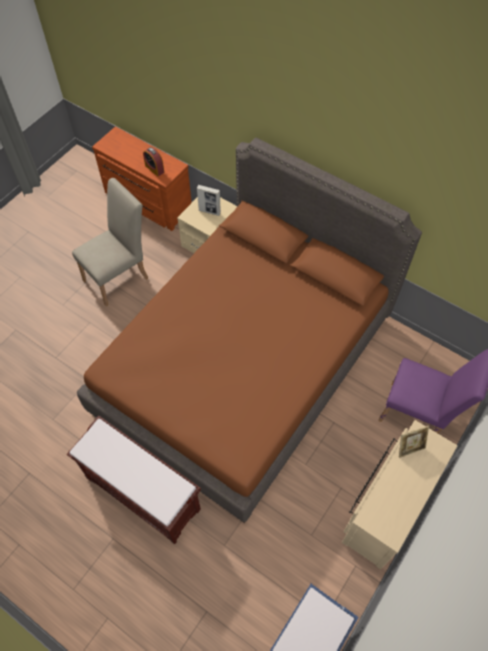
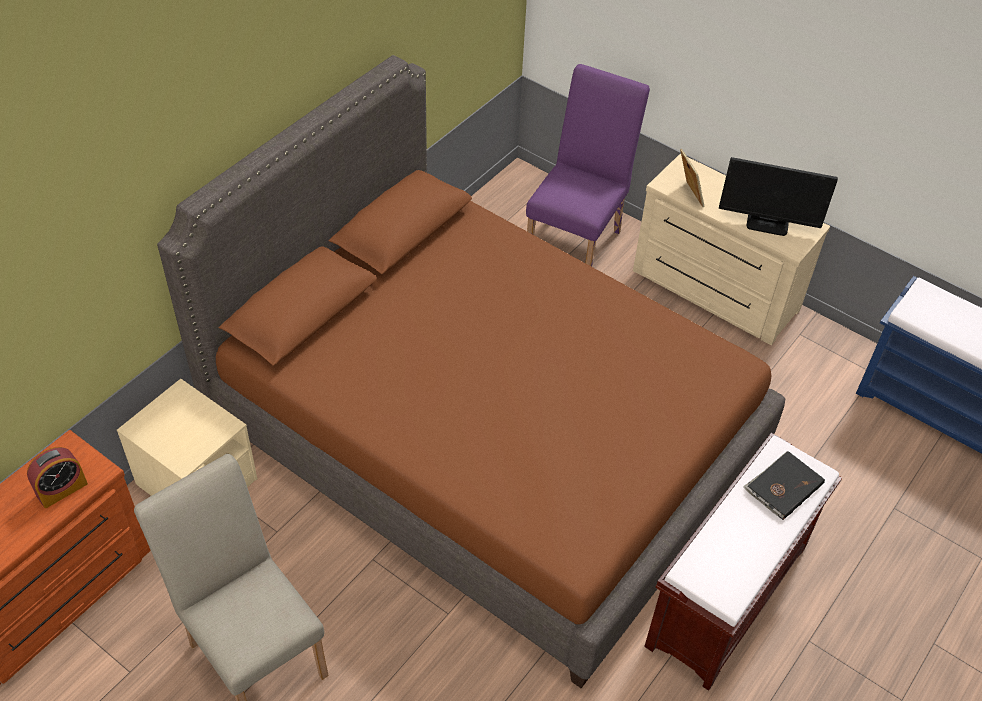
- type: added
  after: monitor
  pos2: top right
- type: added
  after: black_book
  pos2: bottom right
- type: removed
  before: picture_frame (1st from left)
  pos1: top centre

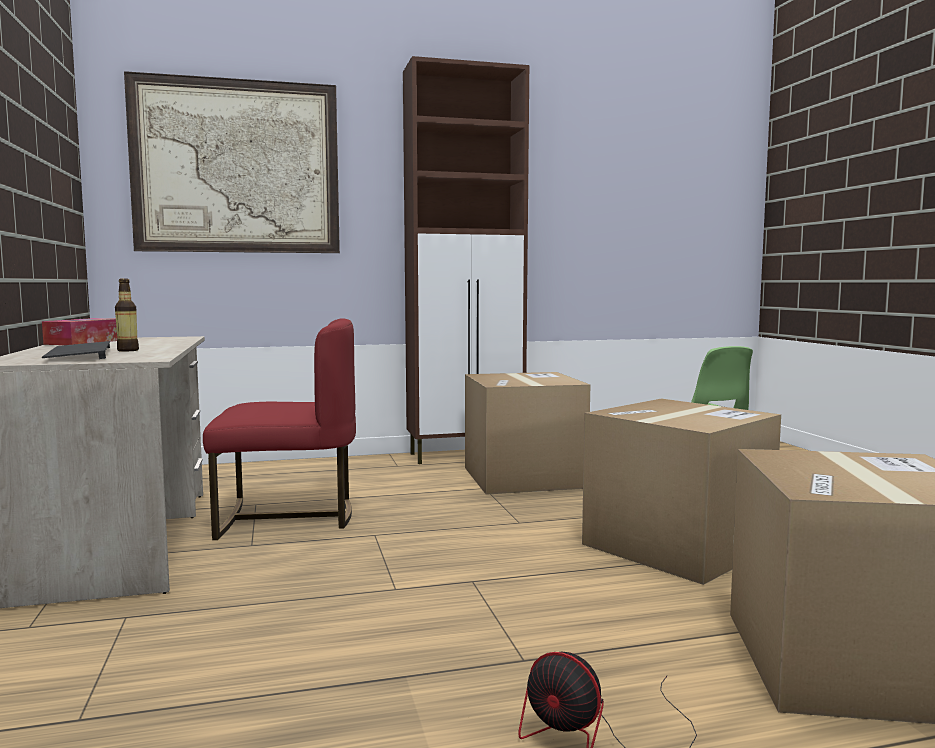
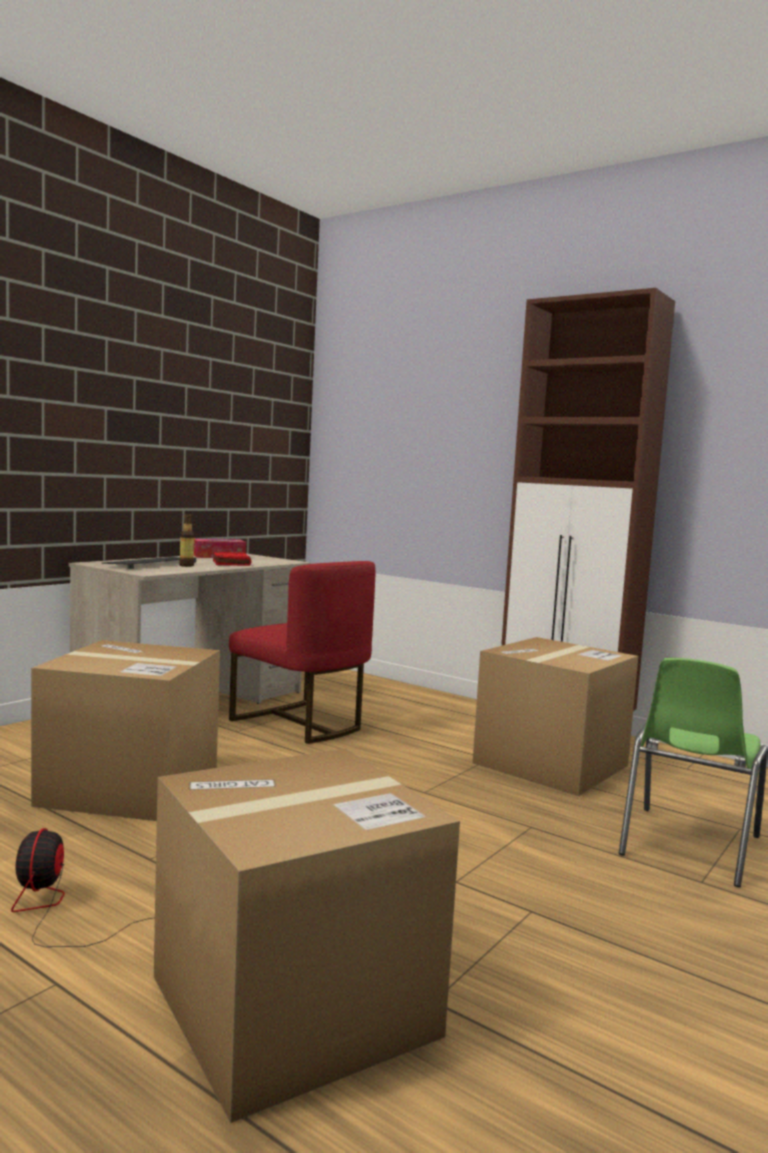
- type: moved
  before: cardboard_box (2nd from left in the first image)
  after: cardboard_box (1st from left)
  pos1: middle right
  pos2: middle left
- type: added
  after: red_book
  pos2: middle left
- type: removed
  before: picture
  pos1: top left

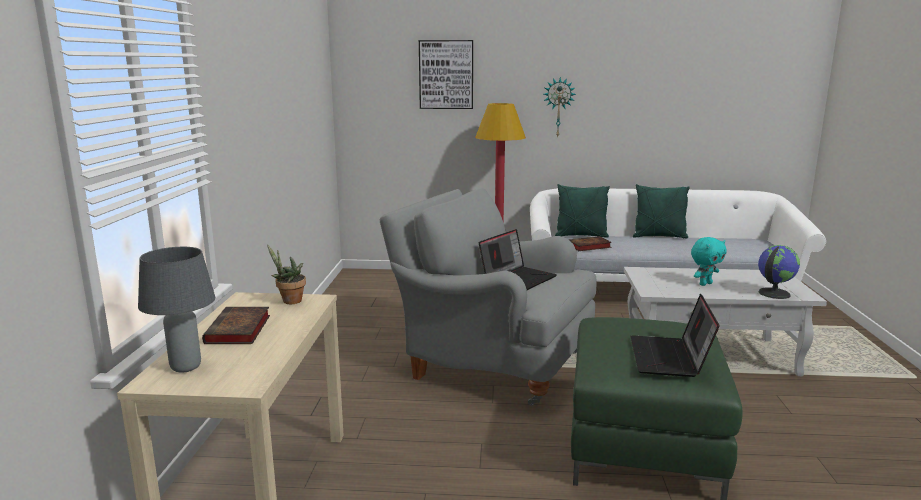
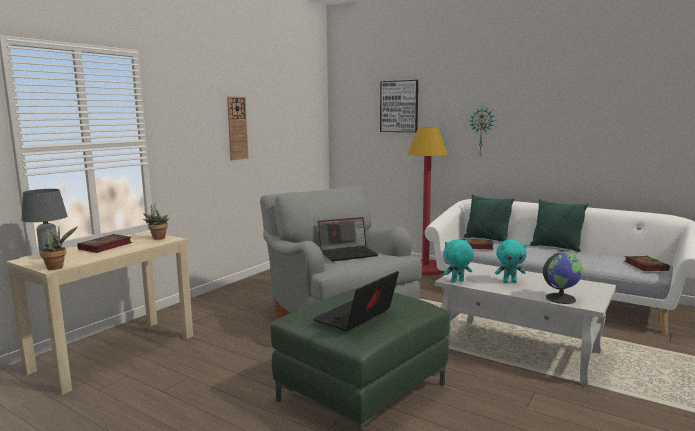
- type: added
  after: potted_plant (1st from left)
  pos2: middle left
- type: added
  after: wall_clock (1st from left)
  pos2: top centre
- type: added
  after: turquoise_plush_toy (1st from left)
  pos2: centre
- type: added
  after: book (3rd from left)
  pos2: middle right

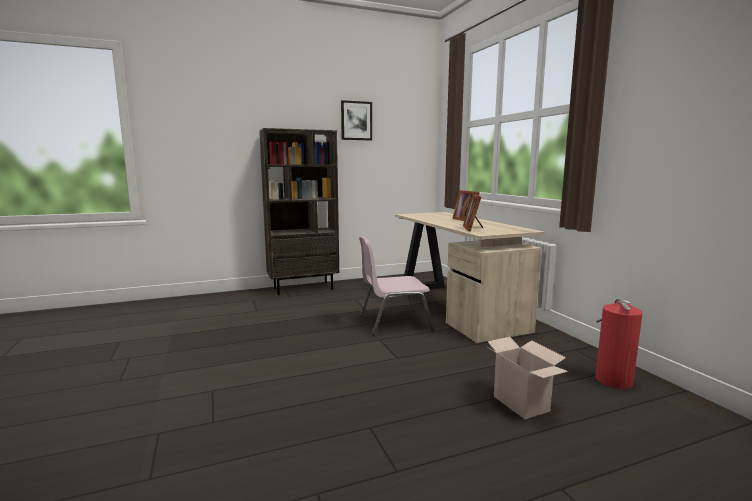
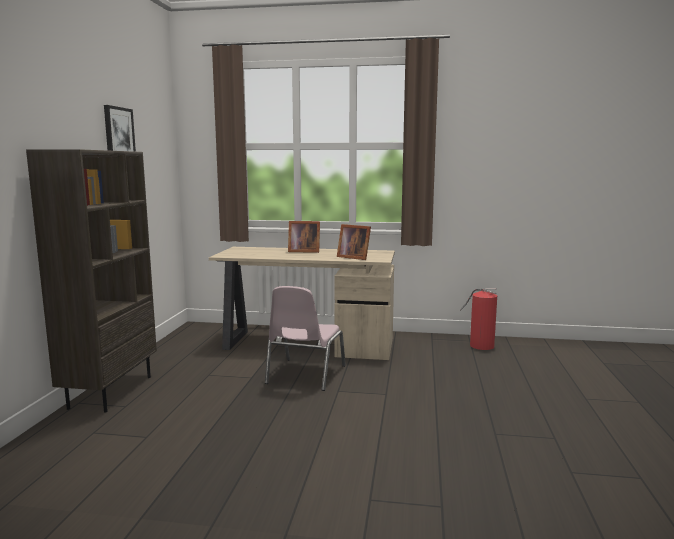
- type: removed
  before: cardboard_box
  pos1: bottom right

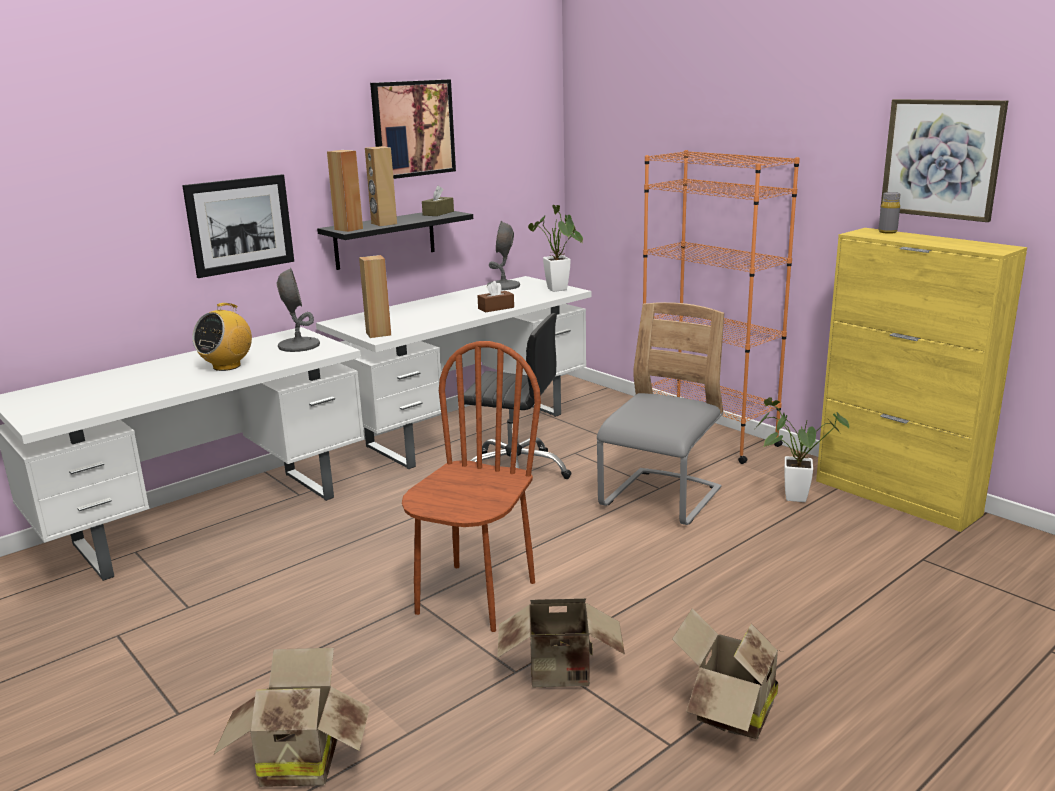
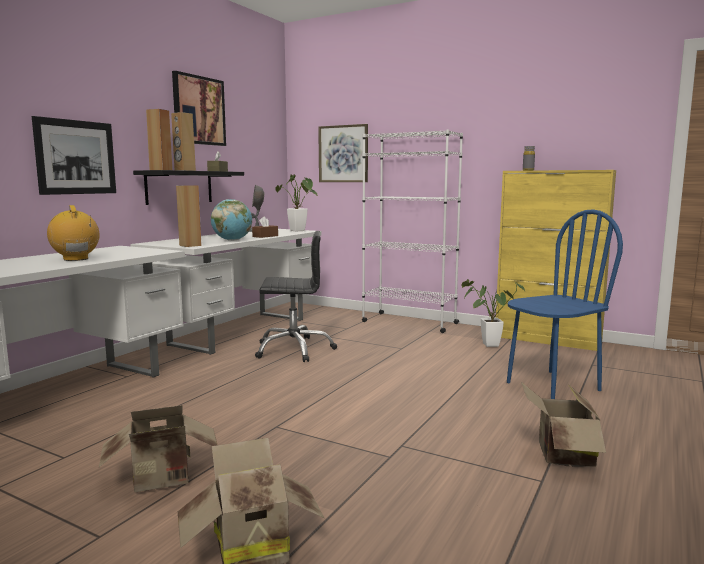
- type: turned
  before: radio
  pos1: middle left
  pos2: middle left
  turn: 135
- type: moved
  before: cardboard_box (2nd from left in the first image)
  after: cardboard_box (1st from left)
  pos1: bottom centre
  pos2: bottom left
- type: added
  after: globe
  pos2: middle left
- type: moved
  before: picture (3rd from left)
  pos1: top right
  pos2: top centre
- type: recoloured
  before: orange_bookcase
  after: white_bookcase
  pos1: middle right
  pos2: centre
- type: added
  after: blue_chair
  pos2: middle right
- type: removed
  before: grey_table_lamp (1st from left)
  pos1: middle left
- type: removed
  before: brown_chair
  pos1: centre
- type: removed
  before: grey_chair
  pos1: centre

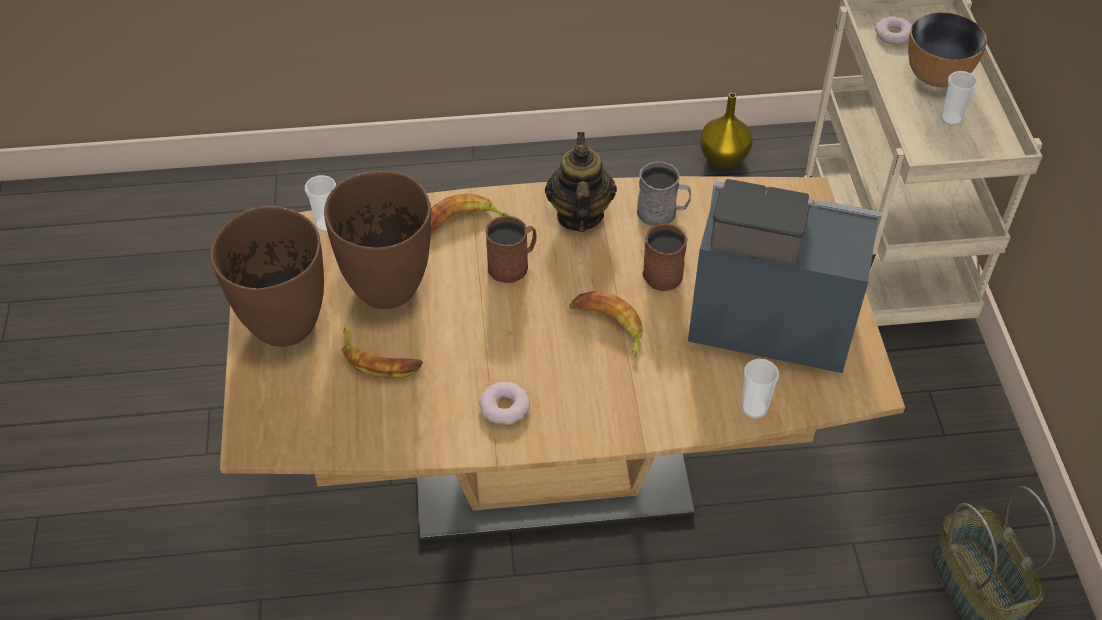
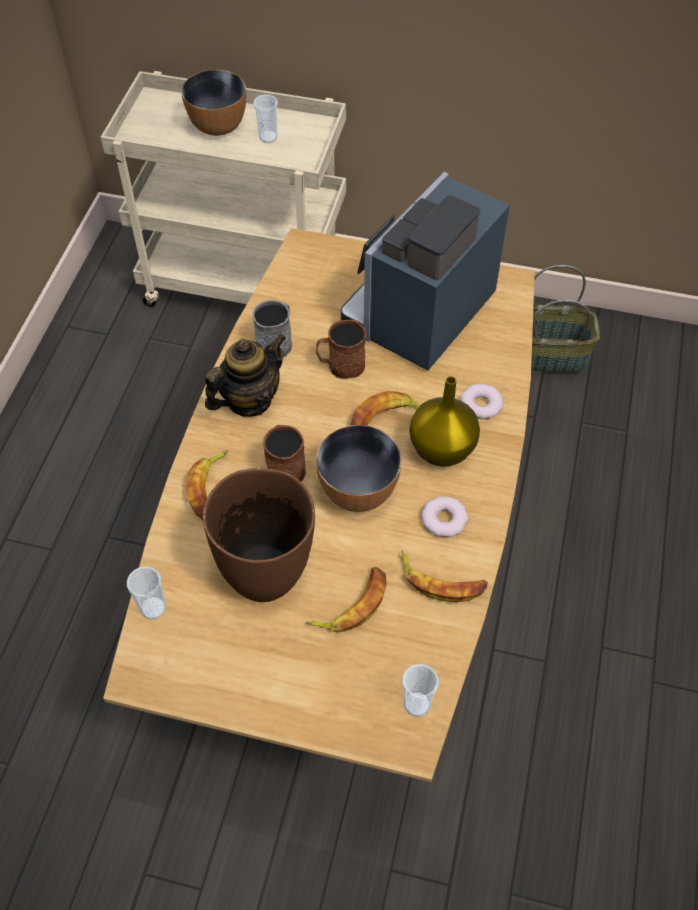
- type: turned
  before: teapot
  pos1: top centre
  pos2: centre
  turn: 120
- type: added
  after: bowl (2nd from left)
  pos2: centre
- type: added
  after: banana (4th from left)
  pos2: centre
- type: moved
  before: cup (2nd from left in the first image)
  after: cup (3rd from left)
  pos1: middle right
  pos2: bottom centre
- type: moved
  before: yellow_vase
  pos1: top centre
  pos2: centre
- type: moved
  before: donut (2nd from left)
  pos1: top right
  pos2: middle right
- type: removed
  before: brown_vase (1st from left)
  pos1: middle left

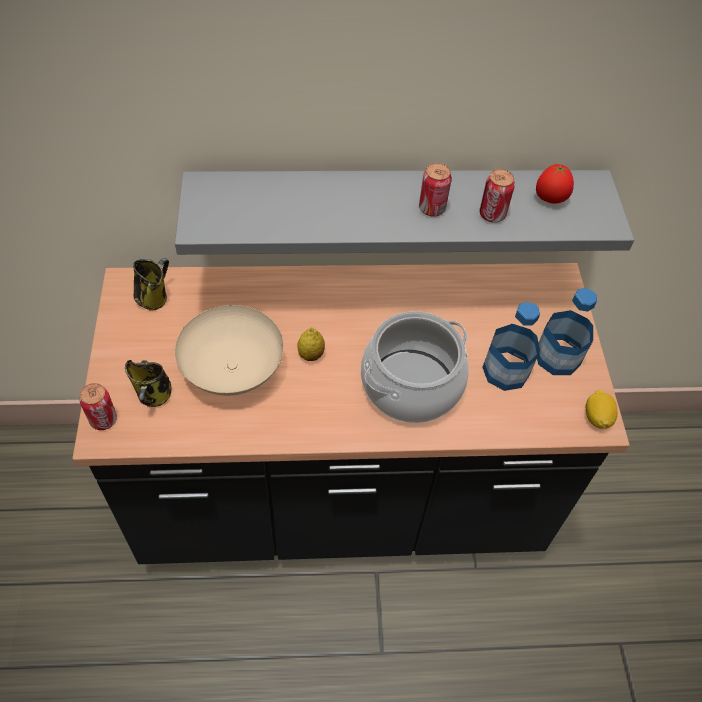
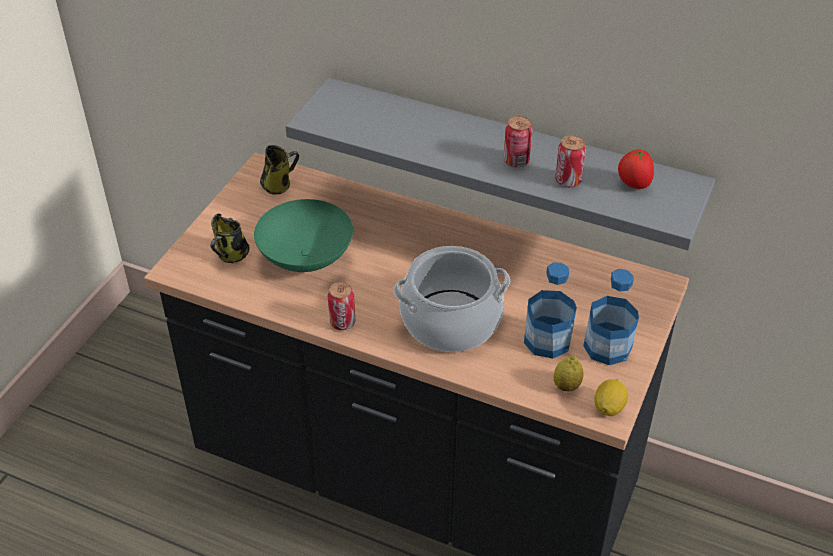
- type: recoloured
  before: beige_bowl
  after: green_bowl
  pos1: middle left
  pos2: centre
- type: moved
  before: can (1st from left)
  pos1: middle left
  pos2: centre
- type: moved
  before: lemon (1st from left)
  pos1: centre
  pos2: bottom right

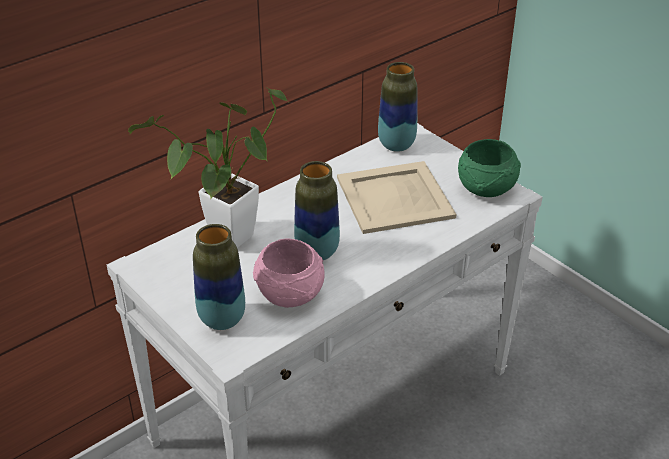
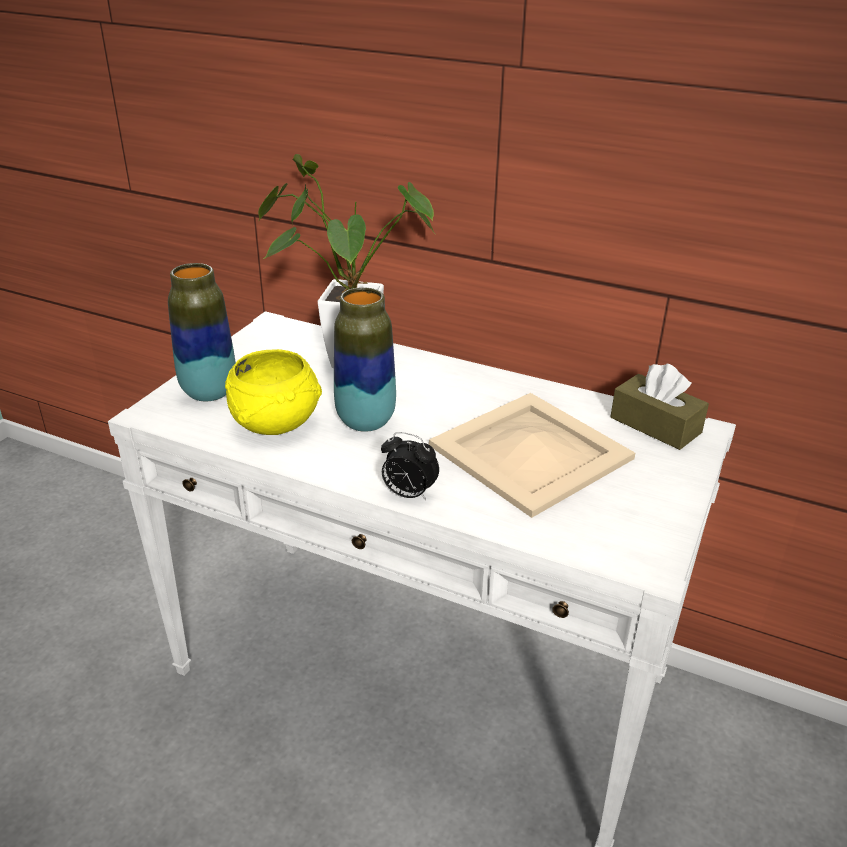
- type: recoloured
  before: pink_bowl
  after: yellow_bowl
  pos1: centre
  pos2: middle left
- type: added
  after: alarm_clock
  pos2: centre
- type: replaced
  before: vase (3rd from left)
  after: brown_tissue_box
  pos1: top centre
  pos2: middle right
- type: removed
  before: green_bowl
  pos1: middle right

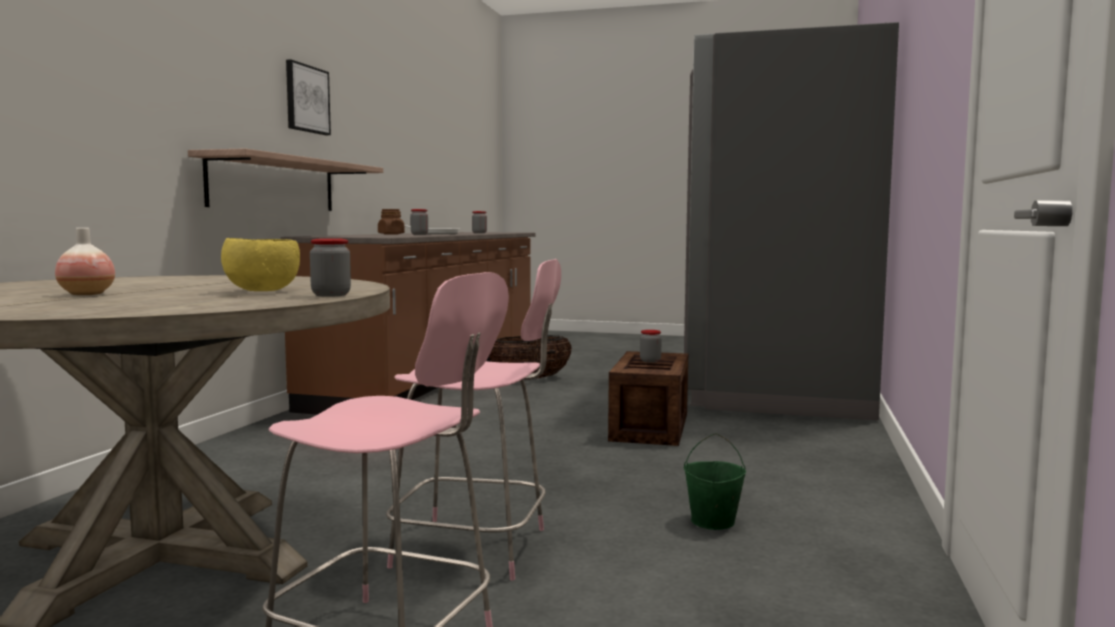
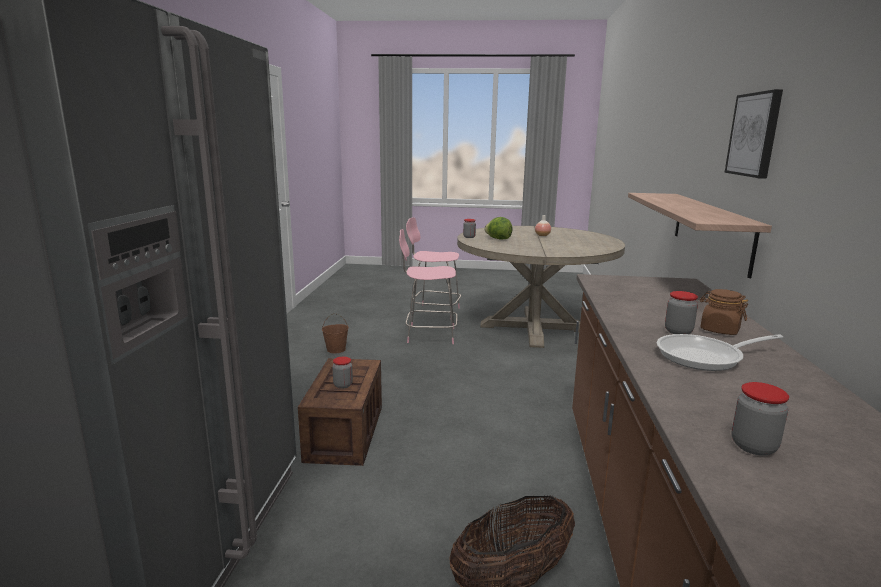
- type: recoloured
  before: green_bucket
  after: brown_bucket
  pos1: bottom centre
  pos2: centre
- type: replaced
  before: yellow_bowl
  after: lettuce
  pos1: middle left
  pos2: centre

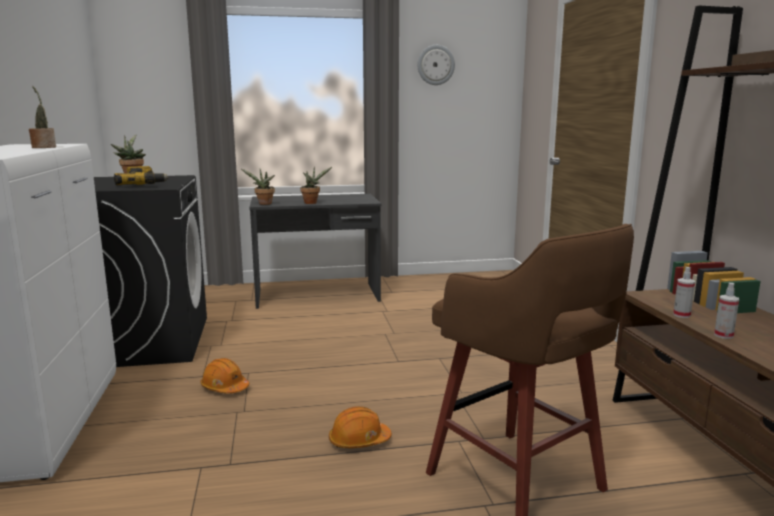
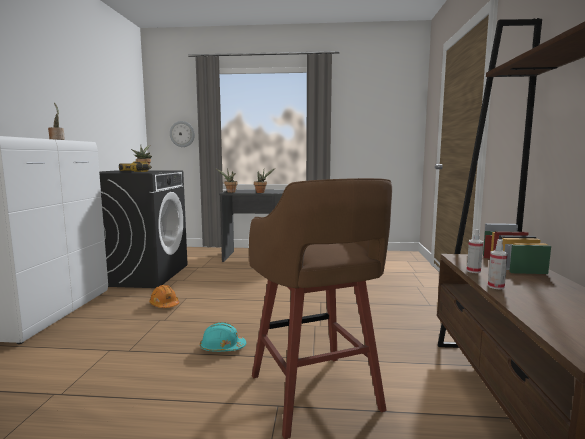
- type: moved
  before: wall_clock
  pos1: top centre
  pos2: top left
- type: recoloured
  before: orange_hard_hat (2nd from left)
  after: turquoise_hard_hat
  pos1: bottom centre
  pos2: bottom centre

